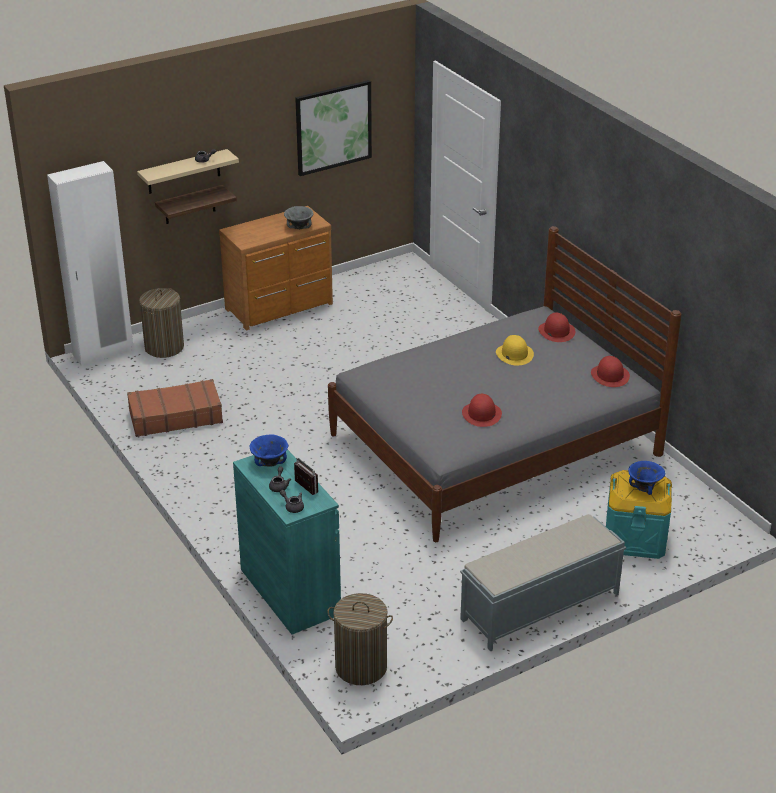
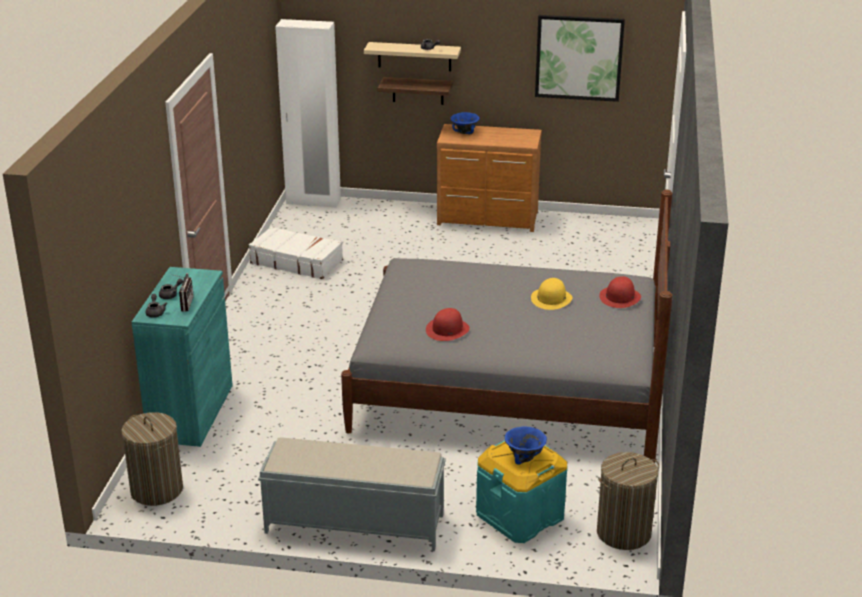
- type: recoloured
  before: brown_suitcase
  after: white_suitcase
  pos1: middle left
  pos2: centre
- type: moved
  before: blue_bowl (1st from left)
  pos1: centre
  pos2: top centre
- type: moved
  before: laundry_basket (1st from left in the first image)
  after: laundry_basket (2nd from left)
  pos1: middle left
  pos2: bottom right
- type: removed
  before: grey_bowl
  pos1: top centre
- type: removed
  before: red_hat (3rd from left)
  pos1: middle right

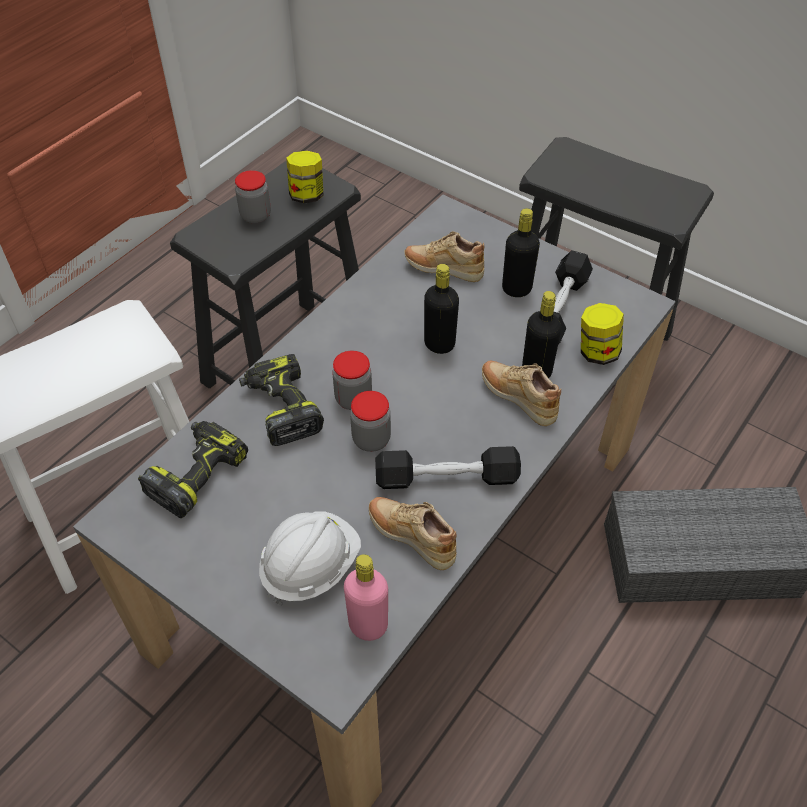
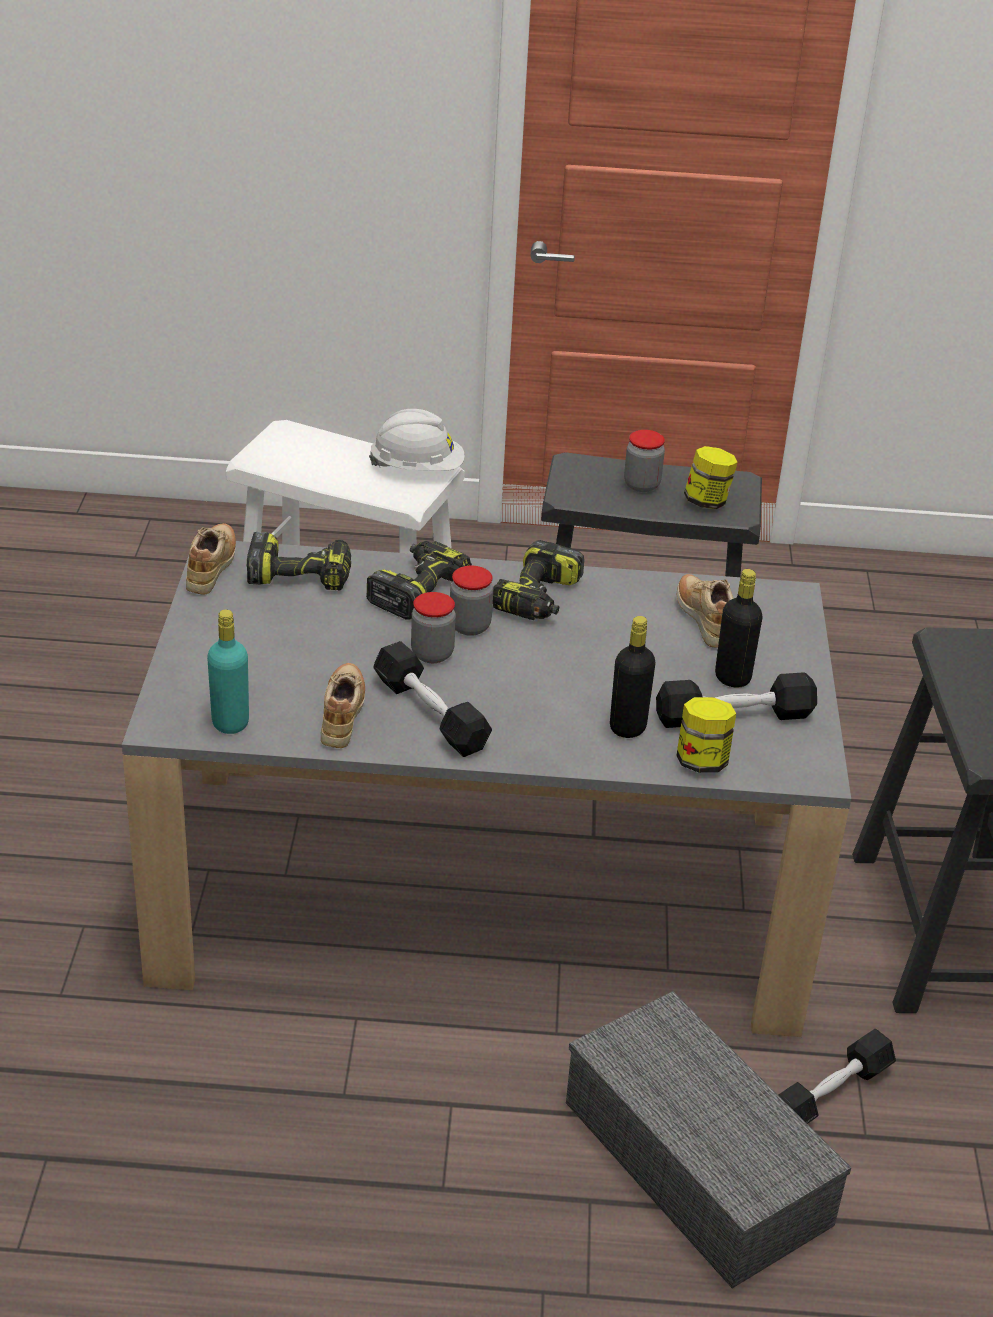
- type: moved
  before: beige_shoe (3rd from left in the first image)
  after: beige_shoe (1st from left)
  pos1: centre
  pos2: middle left
- type: recoloured
  before: pink_bottle
  after: turquoise_bottle
  pos1: bottom centre
  pos2: middle left
- type: moved
  before: white_hard_hat
  pos1: bottom centre
  pos2: centre
- type: added
  after: power_drill (3rd from left)
  pos2: centre
- type: added
  after: black_dumbbell (3rd from left)
  pos2: bottom right
- type: removed
  before: black_bottle (1st from left)
  pos1: centre

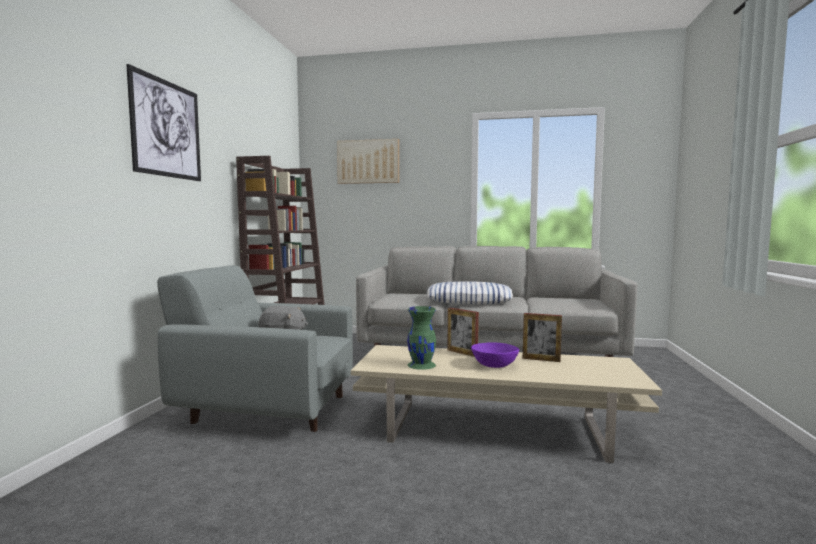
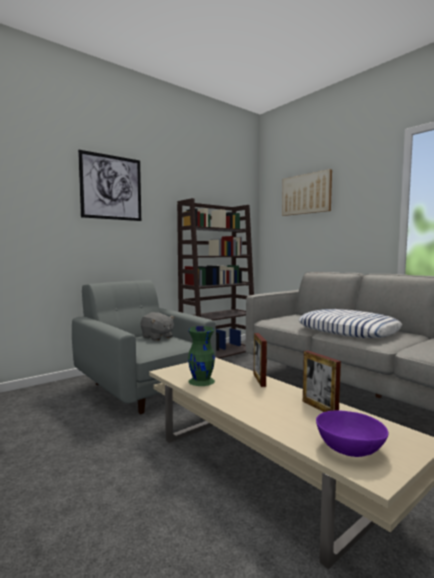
- type: moved
  before: purple_bowl
  pos1: centre
  pos2: bottom right

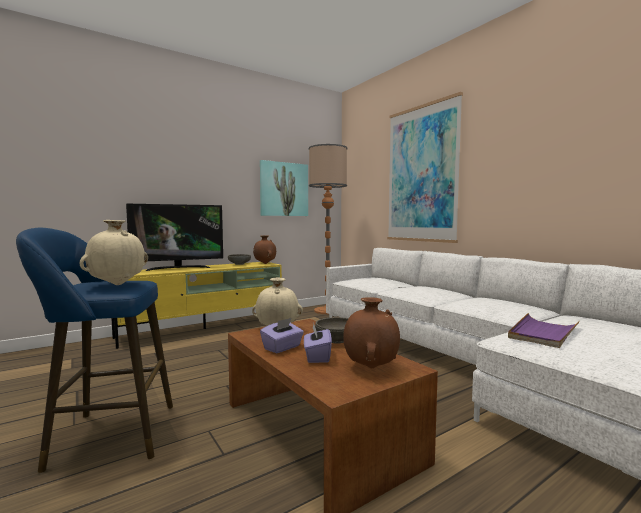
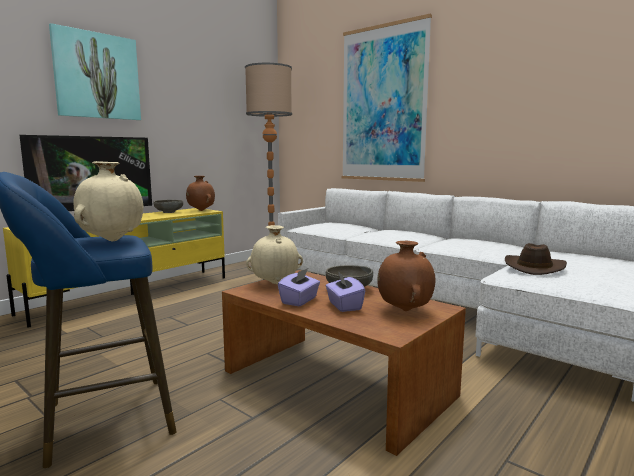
- type: moved
  before: picture (1st from left)
  pos1: centre
  pos2: top left
- type: replaced
  before: purple_tray
  after: brown_hat
  pos1: middle right
  pos2: middle right

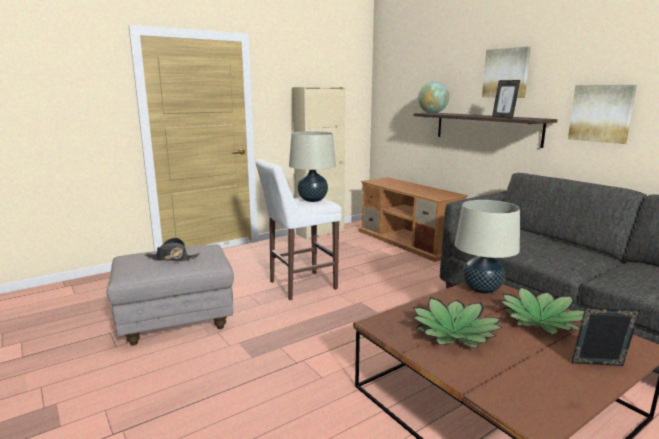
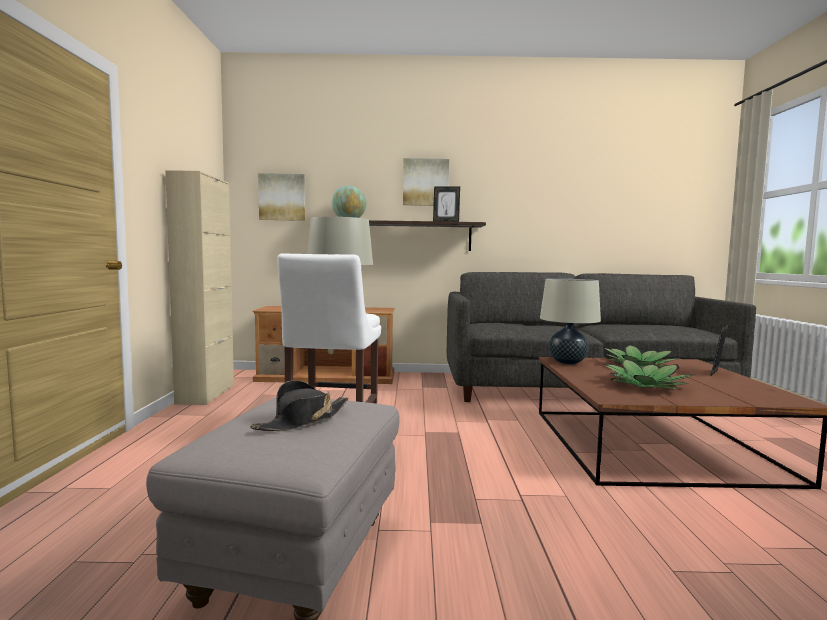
- type: moved
  before: picture (2nd from left in the first image)
  after: picture (1st from left)
  pos1: top right
  pos2: top centre

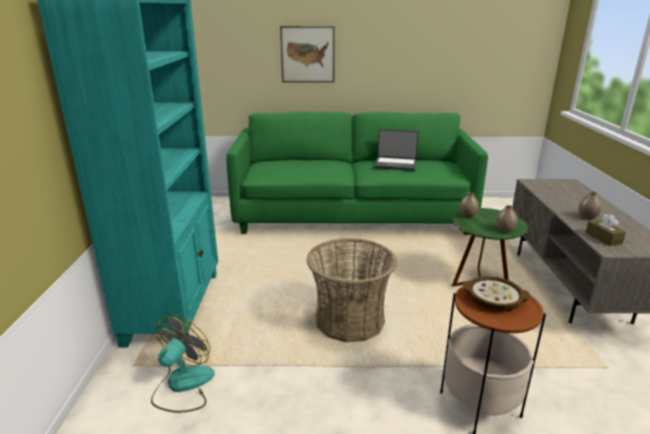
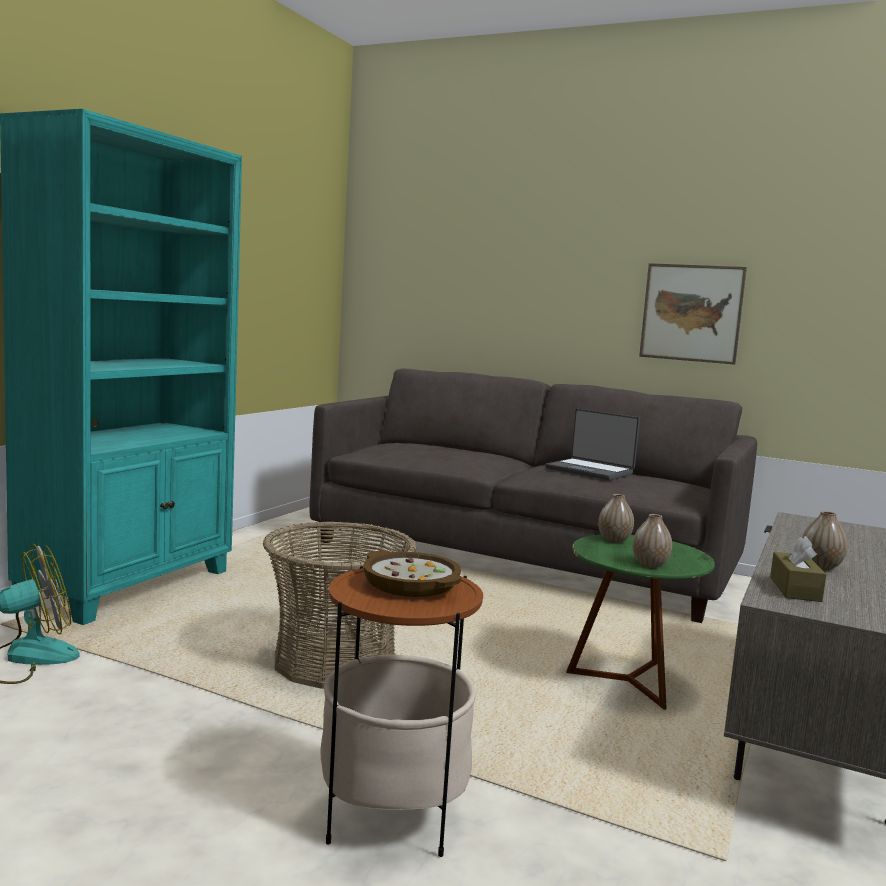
- type: recoloured
  before: green_sofa
  after: grey_sofa
  pos1: centre
  pos2: centre
- type: moved
  before: picture
  pos1: top centre
  pos2: middle right

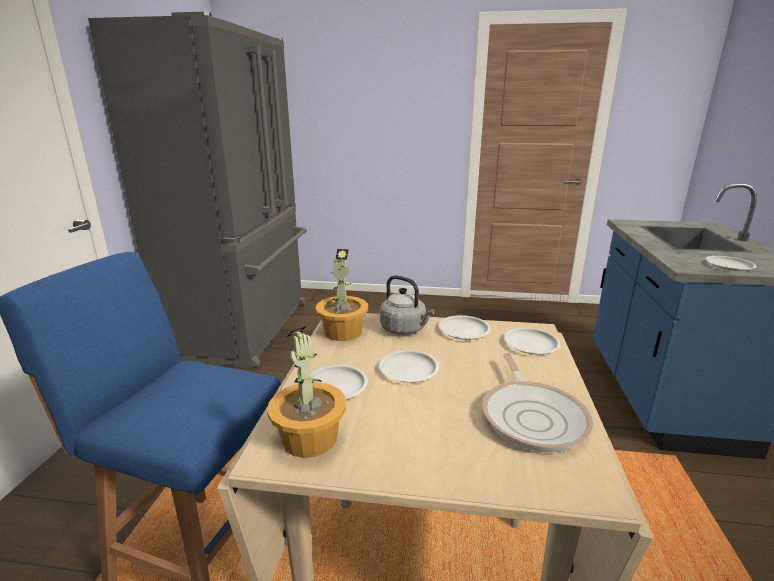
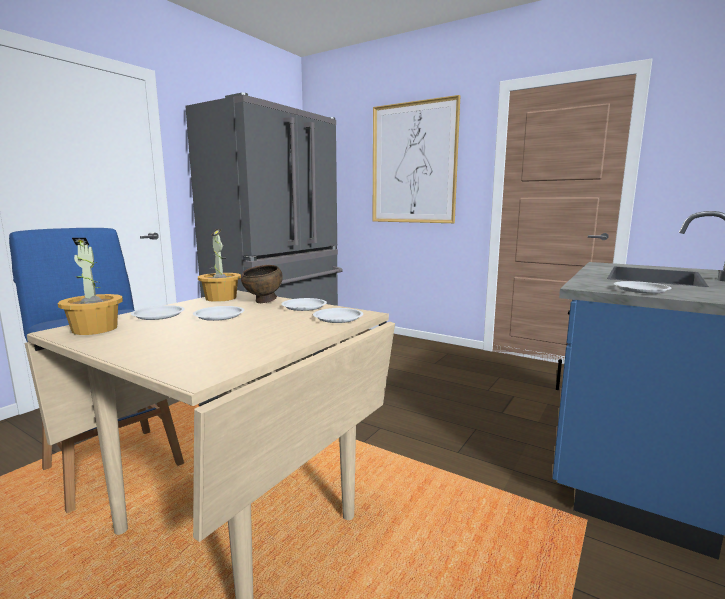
- type: replaced
  before: grey_kettle
  after: brown_bowl
  pos1: centre
  pos2: centre
- type: added
  after: picture
  pos2: top centre
- type: removed
  before: frying_pan
  pos1: bottom right

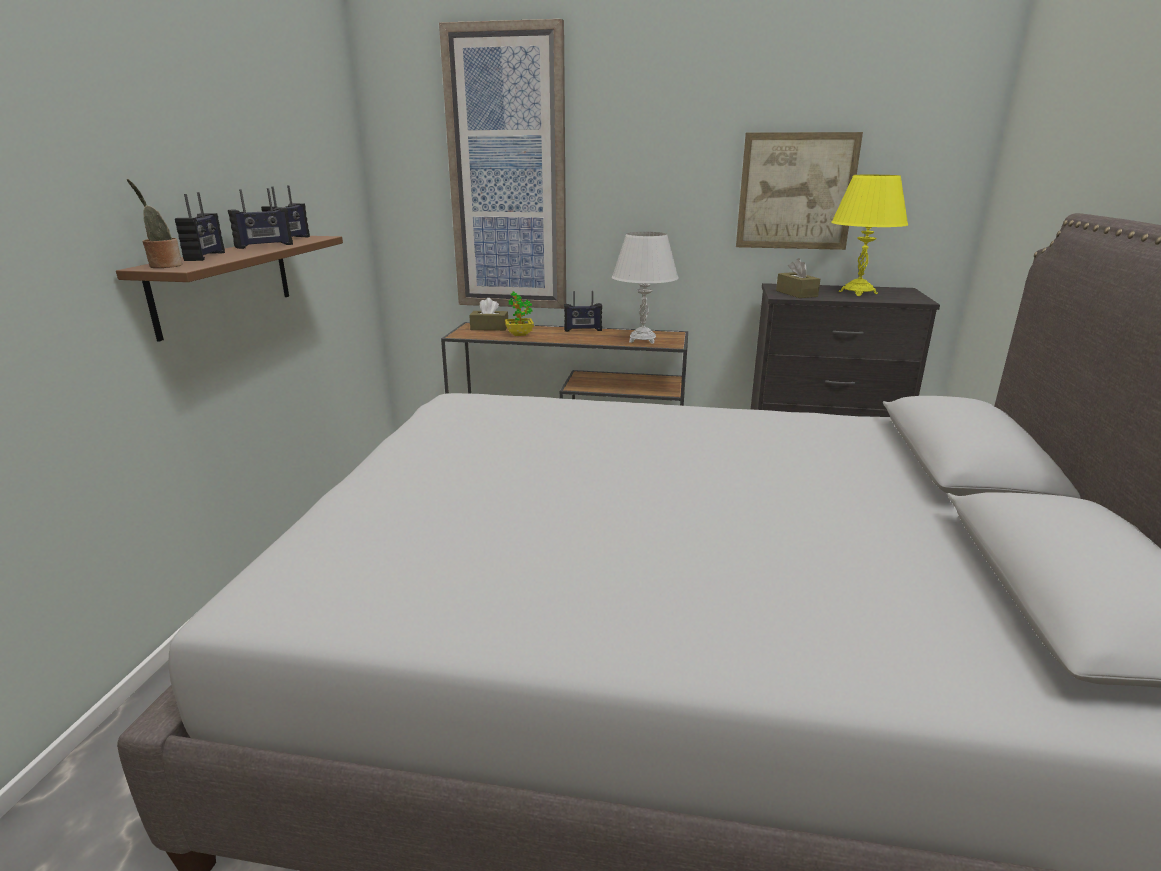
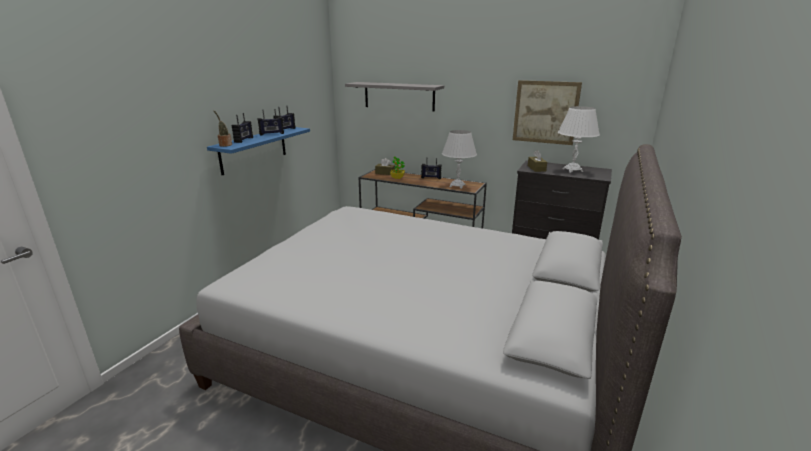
- type: recoloured
  before: brown_shelf
  after: blue_shelf
  pos1: top left
  pos2: middle left
- type: replaced
  before: picture (1st from left)
  after: grey_shelf
  pos1: top centre
  pos2: top centre
- type: recoloured
  before: yellow_table_lamp
  after: white_table_lamp (2nd from left)
  pos1: top right
  pos2: top right

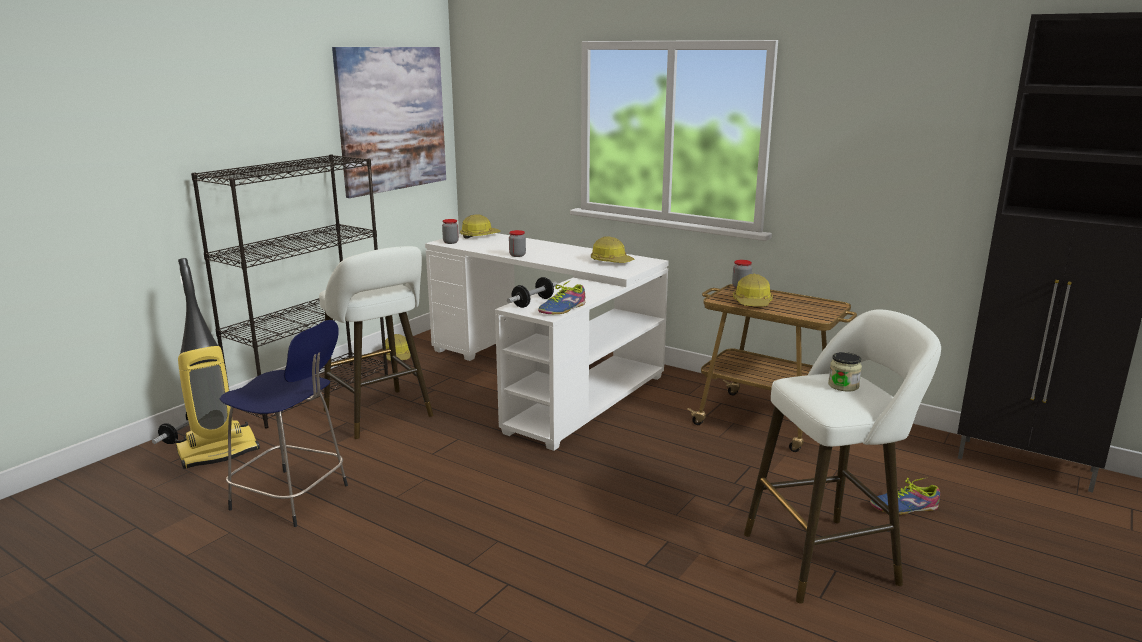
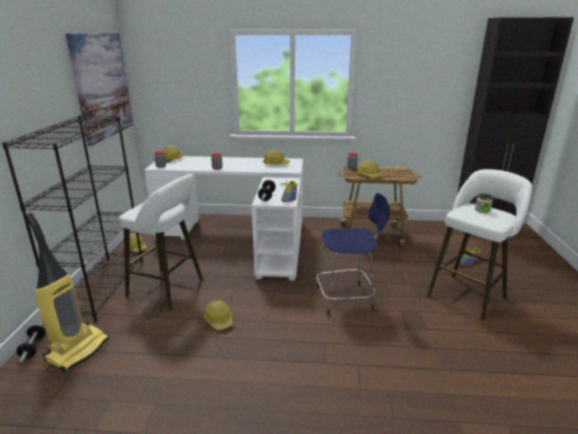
- type: added
  after: hard_hat (3rd from left)
  pos2: bottom centre
- type: moved
  before: blue_stool
  pos1: middle left
  pos2: centre

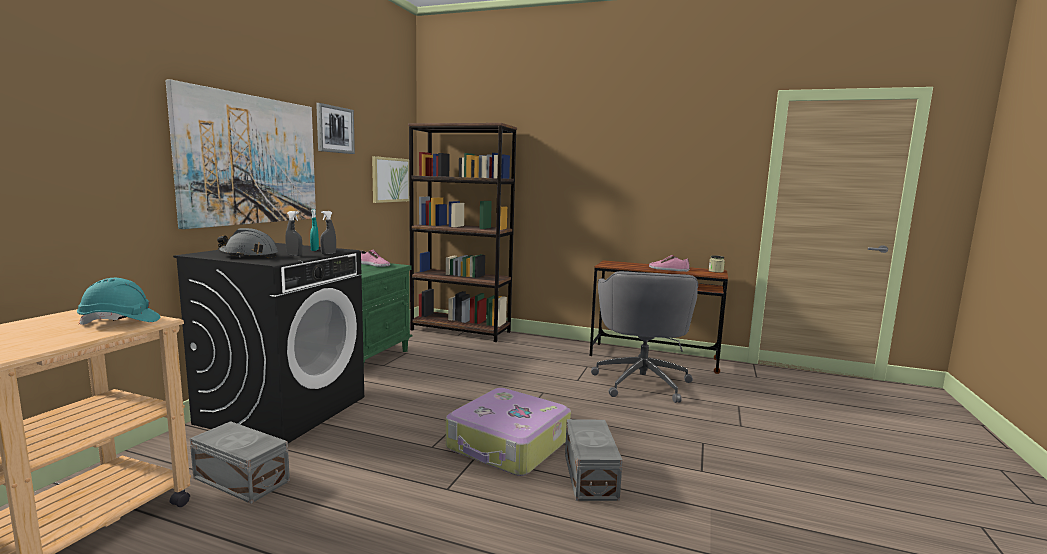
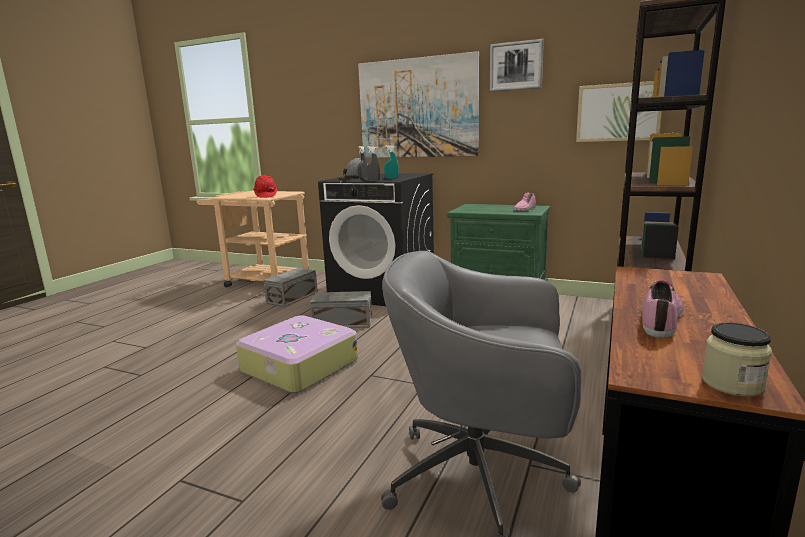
- type: recoloured
  before: turquoise_hard_hat
  after: red_hard_hat
  pos1: middle left
  pos2: middle left
- type: moved
  before: grey_storage_box (2nd from left)
  pos1: bottom centre
  pos2: centre

